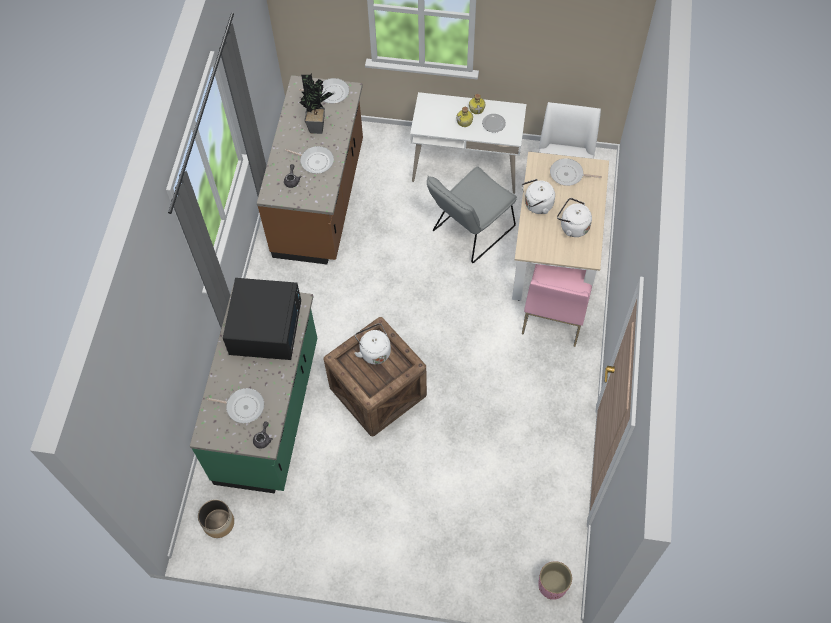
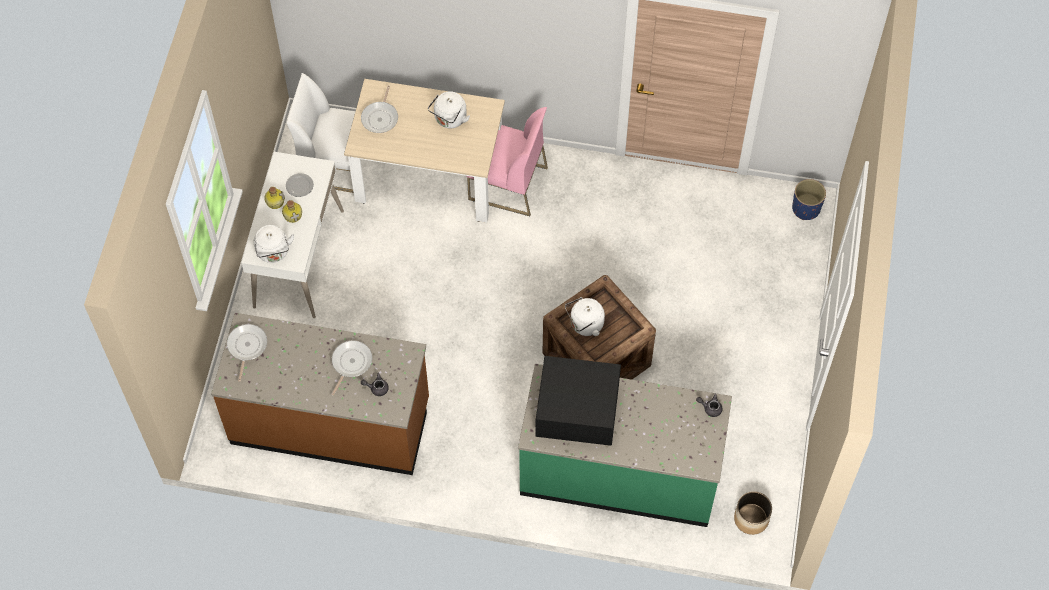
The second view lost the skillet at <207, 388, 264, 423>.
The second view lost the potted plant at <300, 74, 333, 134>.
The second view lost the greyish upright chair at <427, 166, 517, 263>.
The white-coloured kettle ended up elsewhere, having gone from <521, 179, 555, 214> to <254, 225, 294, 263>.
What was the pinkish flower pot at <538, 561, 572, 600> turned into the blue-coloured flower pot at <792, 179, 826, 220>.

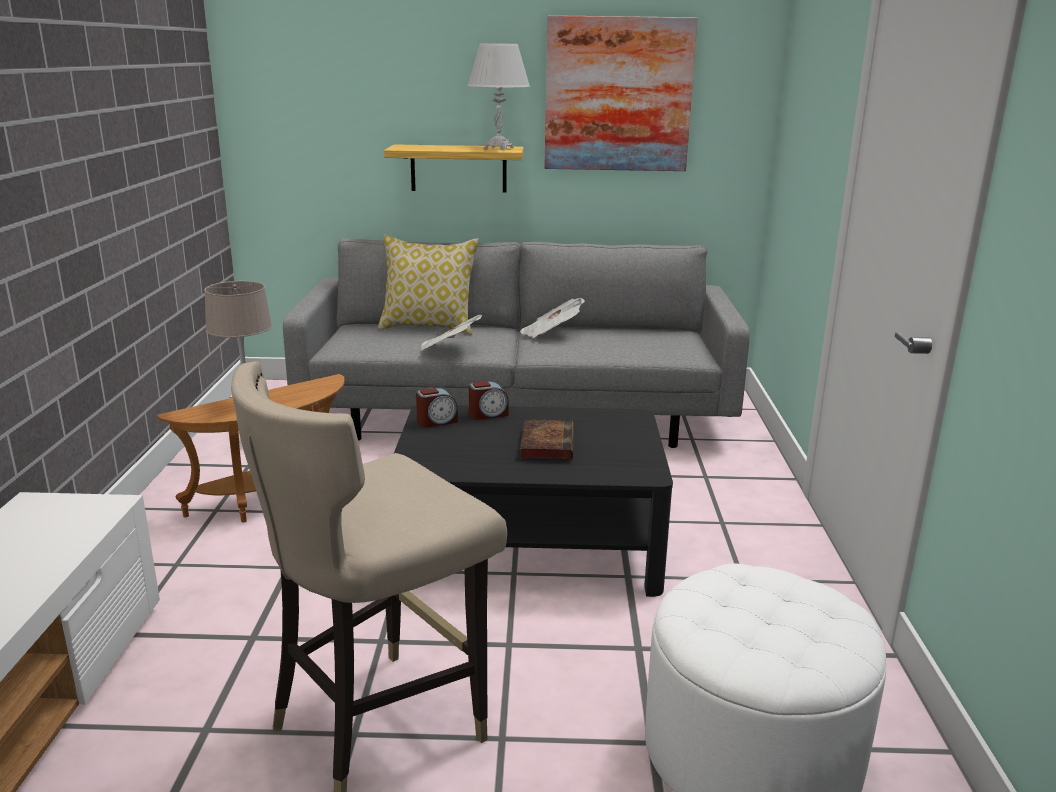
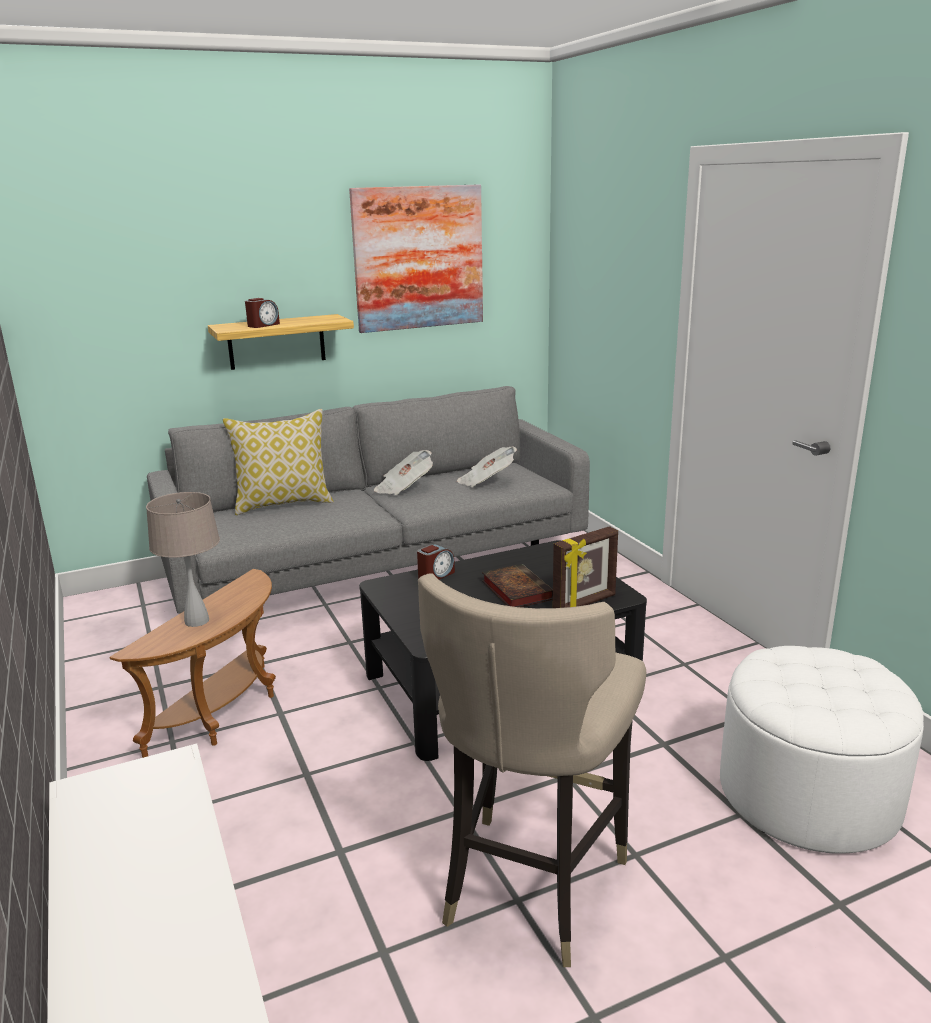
The second view lost the white-coloured lamp for a table at <467, 43, 530, 150>.
The second view gained the photo frame at <553, 526, 618, 608>.
The alarm clock ended up elsewhere, having gone from <416, 388, 458, 428> to <245, 298, 280, 328>.
The daily paper ended up elsewhere, having gone from <421, 315, 482, 350> to <457, 446, 517, 487>.

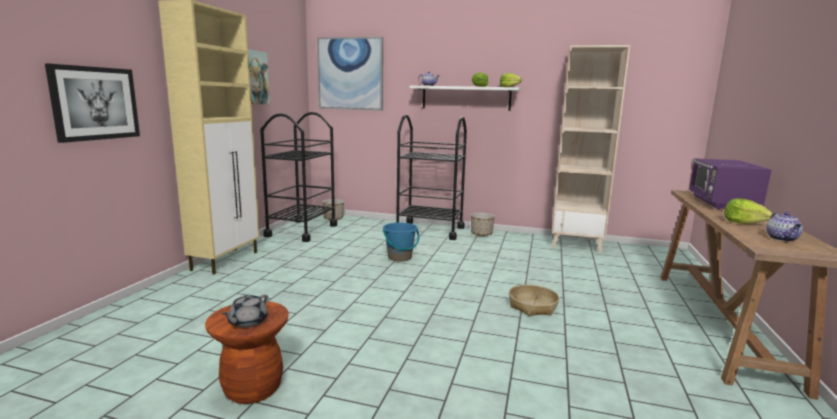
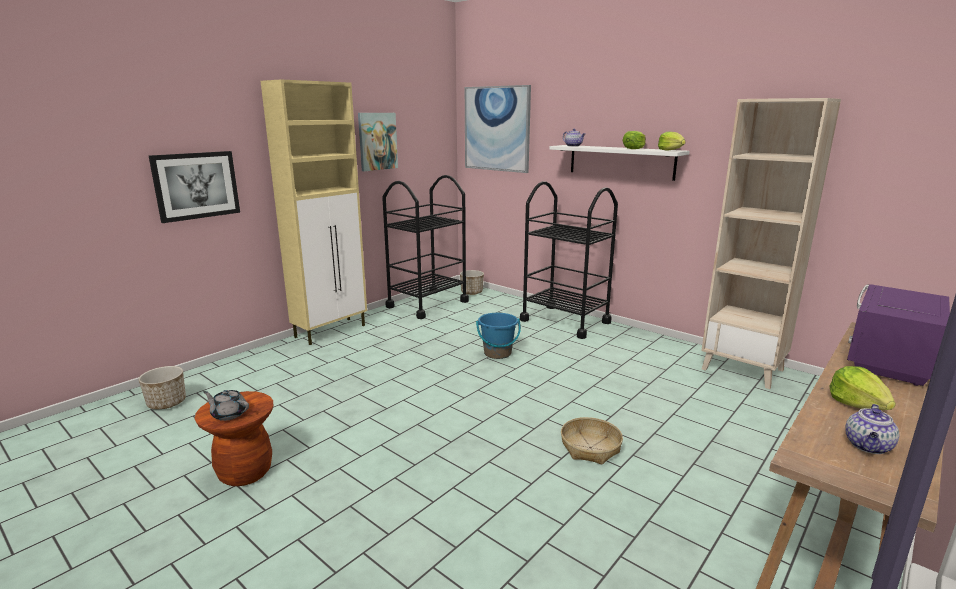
The flower pot ended up elsewhere, having gone from <471, 213, 495, 236> to <139, 366, 186, 409>.
The greyish tea pot at <222, 294, 268, 328> ended up facing another way, 60 degrees clockwise from before.

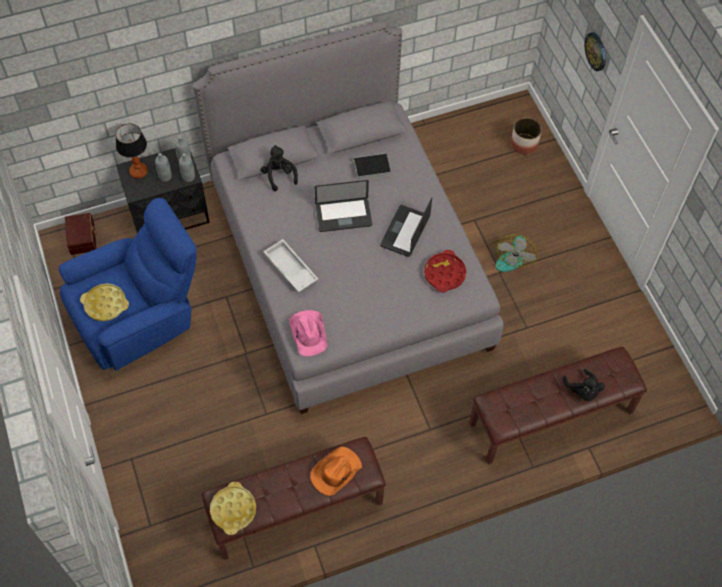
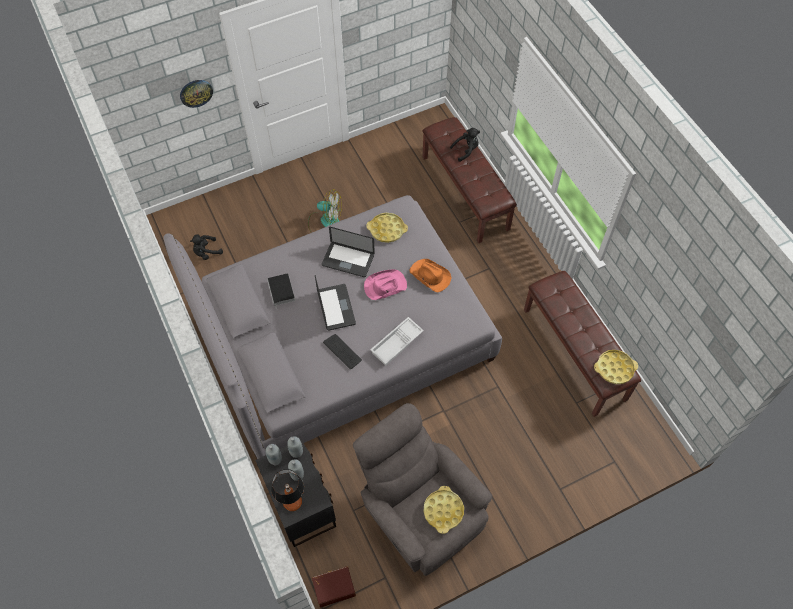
The second view lost the flower pot at <511, 118, 542, 155>.
The second view gained the computer keyboard at <323, 334, 362, 369>.
The blackish cuddly toy ended up elsewhere, having gone from <261, 145, 298, 191> to <190, 234, 223, 260>.
The pinkish hat ended up elsewhere, having gone from <289, 310, 327, 356> to <364, 269, 407, 300>.
The orange hat ended up elsewhere, having gone from <310, 447, 362, 496> to <409, 259, 451, 293>.
What was the blue-coloured armchair at <59, 198, 197, 371> turned into the greyish armchair at <353, 403, 492, 576>.
What was the reddish tray at <424, 250, 466, 292> turned into the yellowish tray at <366, 213, 408, 243>.

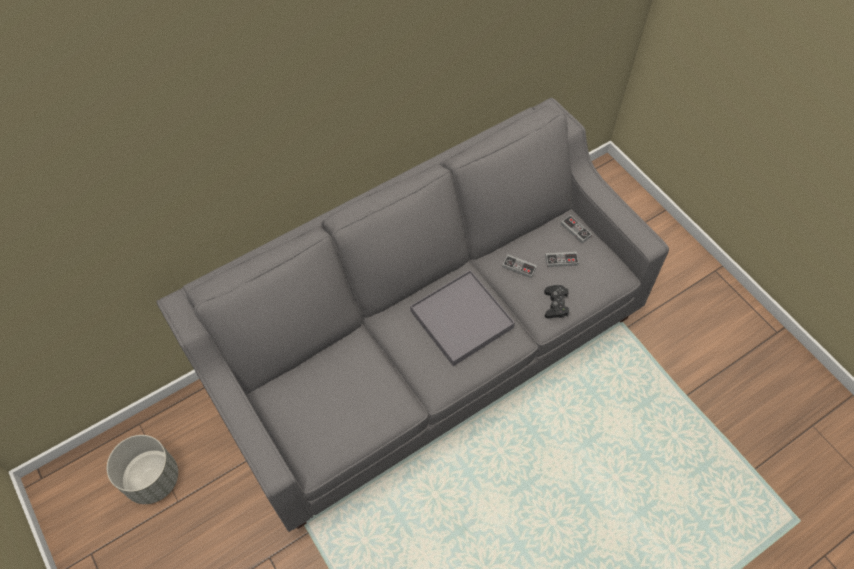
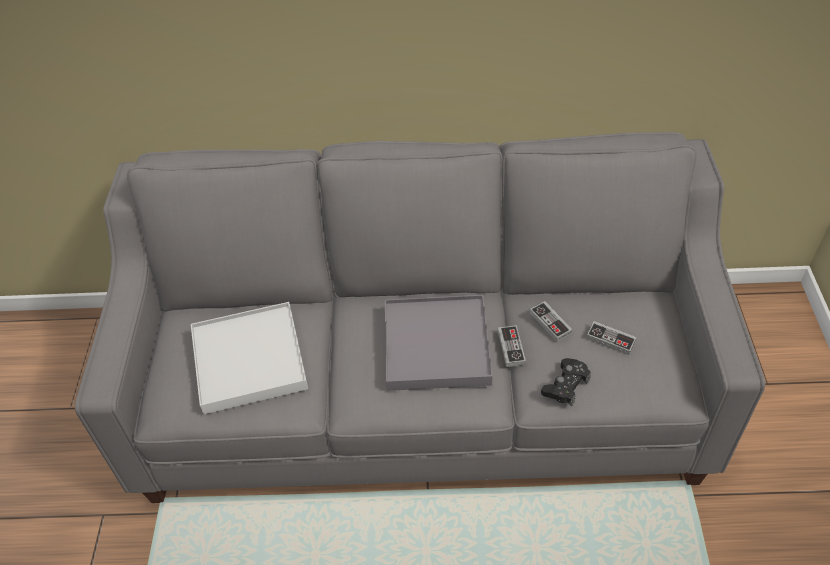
The second view lost the greyish flower pot at <107, 435, 178, 504>.
The second view gained the white-coloured tray at <191, 302, 308, 414>.
The joypad ended up elsewhere, having gone from <561, 215, 592, 243> to <498, 325, 526, 367>.

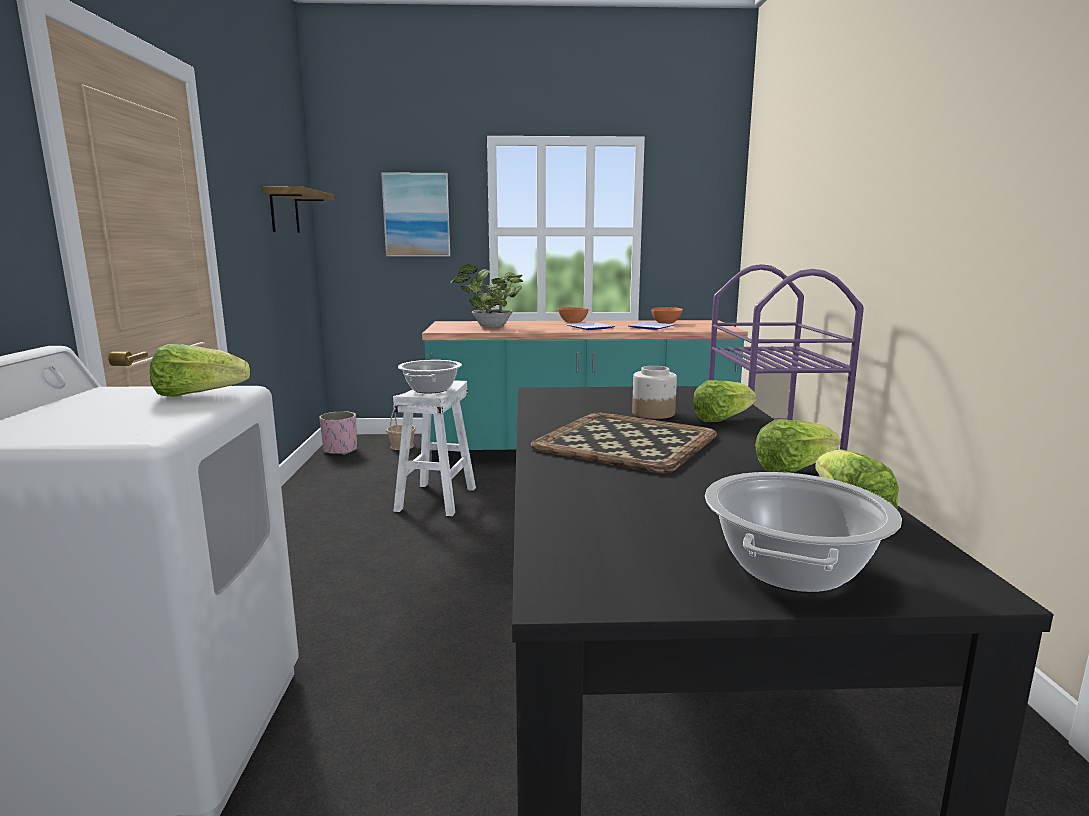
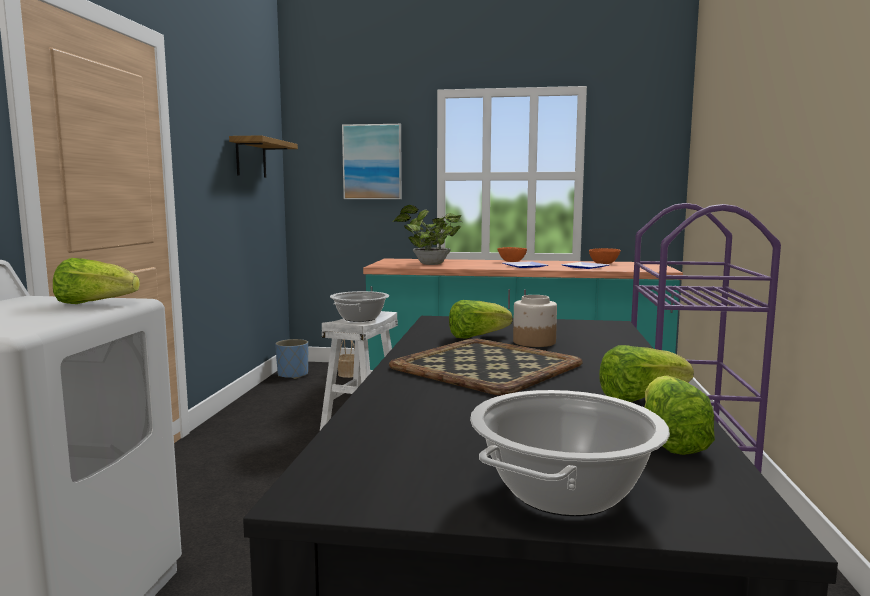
The lettuce head ended up elsewhere, having gone from <693, 380, 756, 422> to <449, 300, 513, 339>.
What was the pinkish flower pot at <319, 411, 357, 455> turned into the blue-coloured flower pot at <275, 339, 308, 379>.

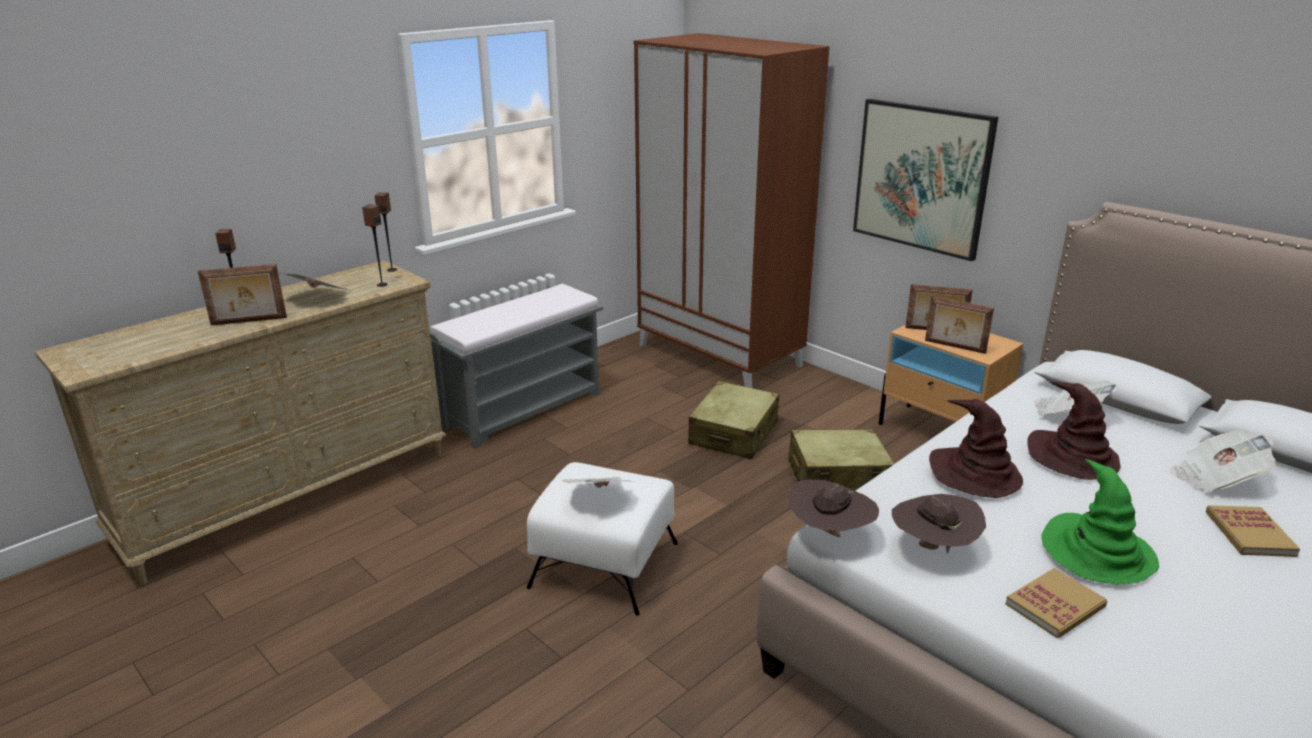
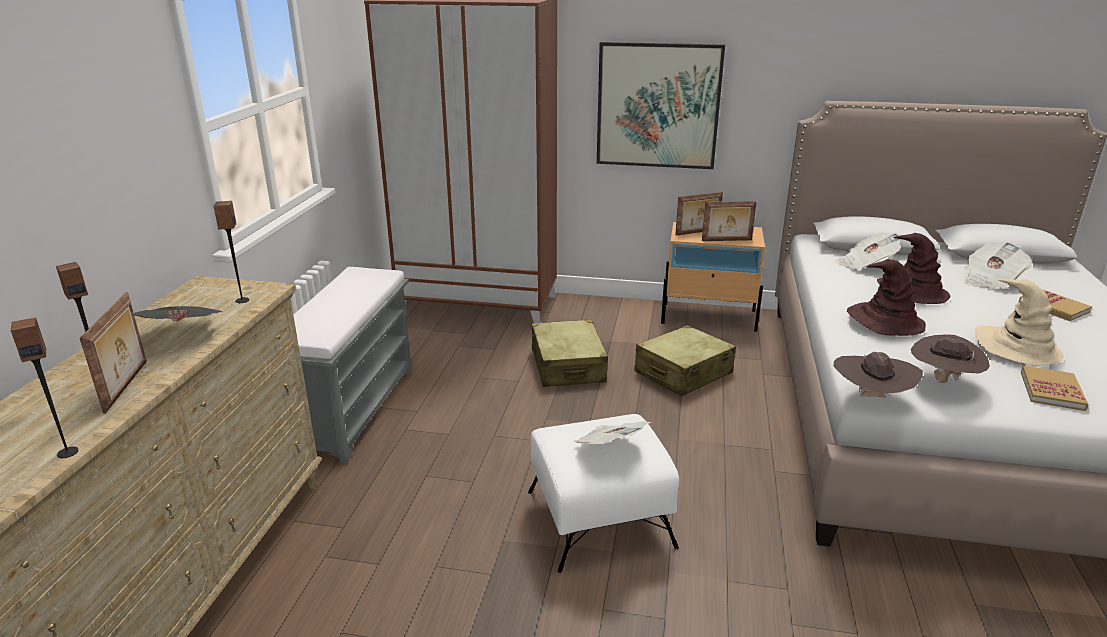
The speaker ended up elsewhere, having gone from <375, 193, 397, 272> to <11, 317, 78, 458>.
What was the green hat at <1041, 459, 1159, 584> turned into the beige-coloured hat at <975, 279, 1064, 366>.
The photo frame at <198, 264, 287, 325> ended up facing another way, 45 degrees counterclockwise from before.

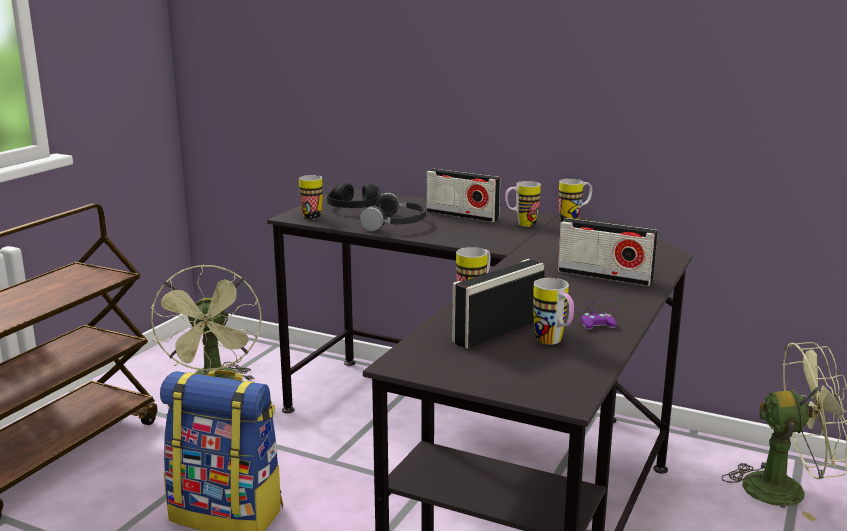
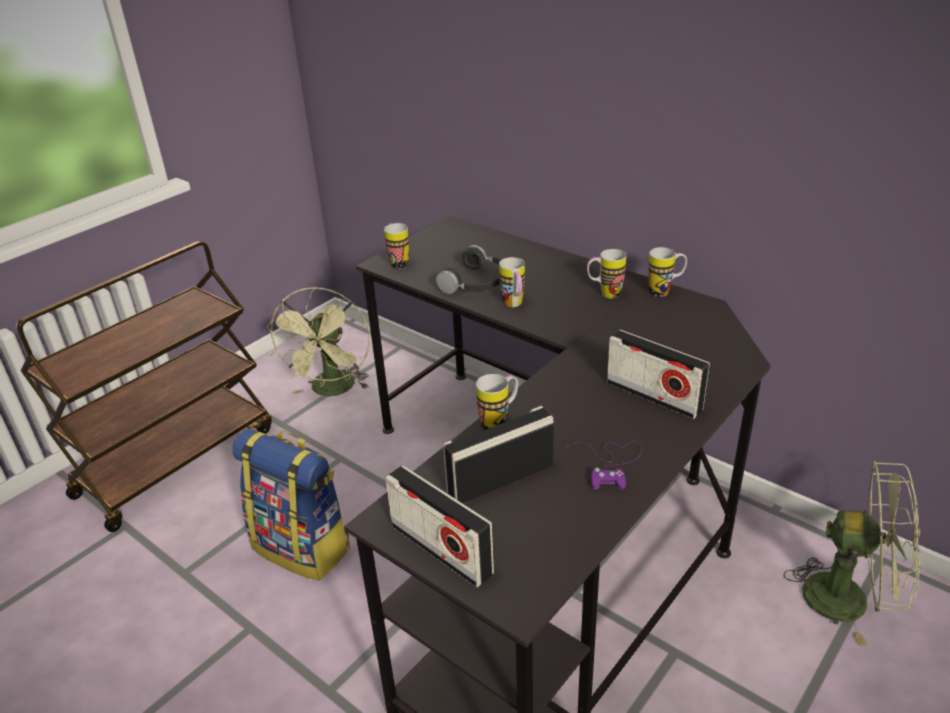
The second view lost the blackish headset at <327, 183, 380, 208>.
The radio ended up elsewhere, having gone from <427, 169, 500, 223> to <385, 465, 494, 587>.
The mug ended up elsewhere, having gone from <533, 278, 574, 345> to <499, 257, 525, 307>.

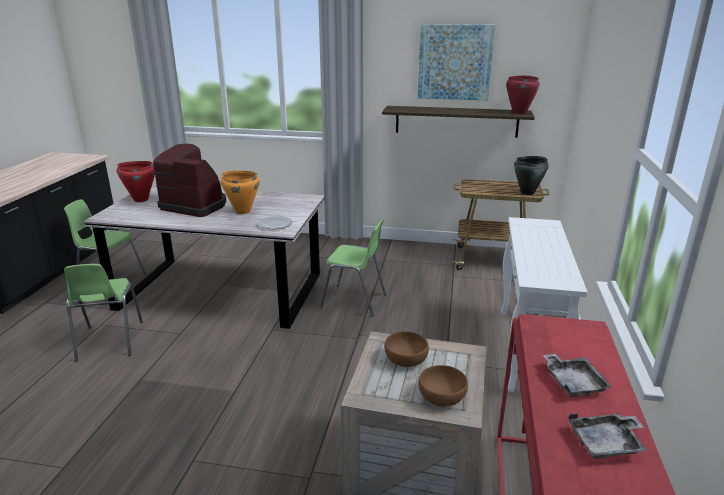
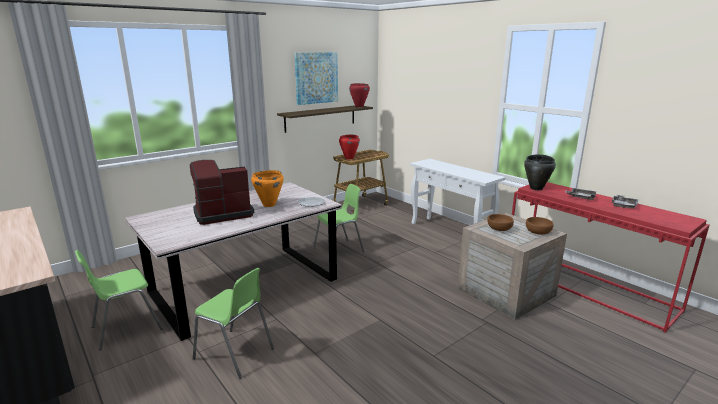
The reddish cooking pot ended up elsewhere, having gone from <117, 161, 155, 202> to <339, 135, 360, 159>.
The blackish cooking pot ended up elsewhere, having gone from <514, 156, 549, 195> to <524, 154, 556, 190>.

